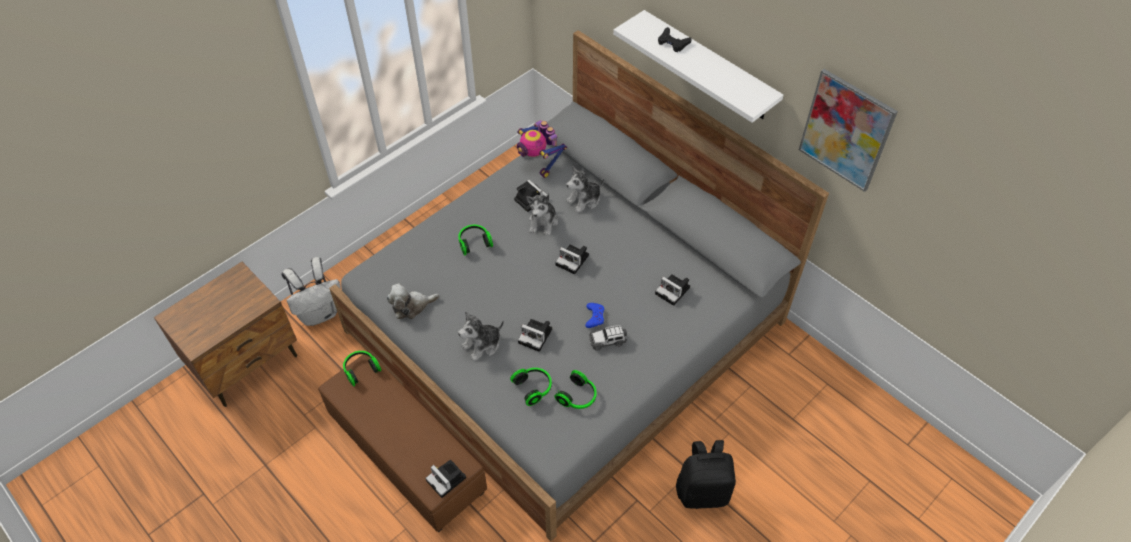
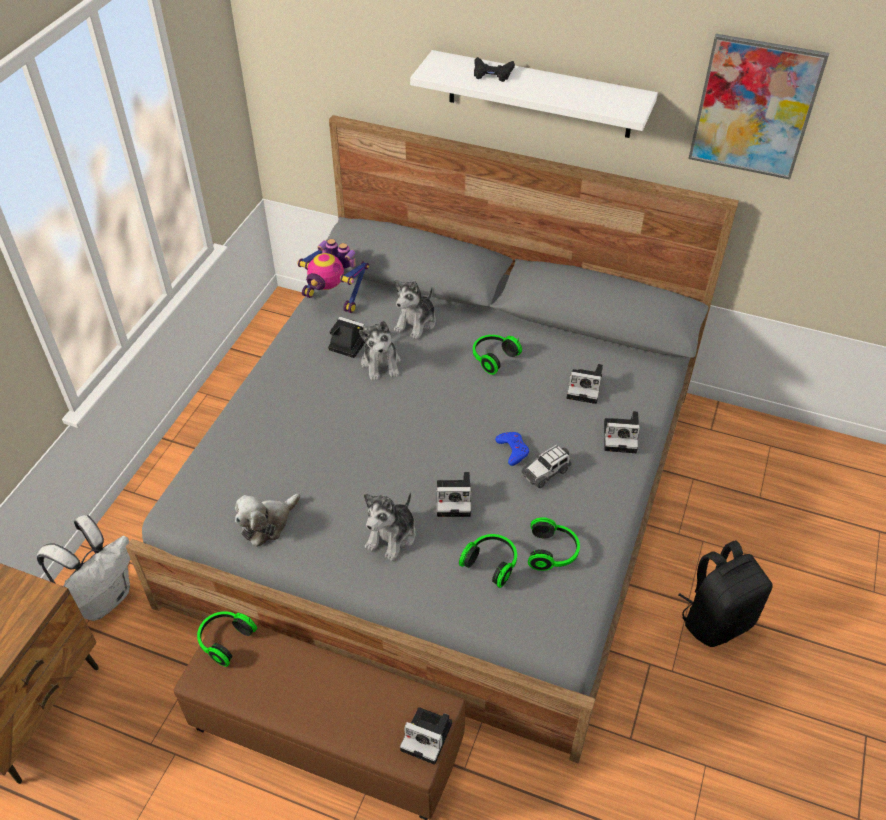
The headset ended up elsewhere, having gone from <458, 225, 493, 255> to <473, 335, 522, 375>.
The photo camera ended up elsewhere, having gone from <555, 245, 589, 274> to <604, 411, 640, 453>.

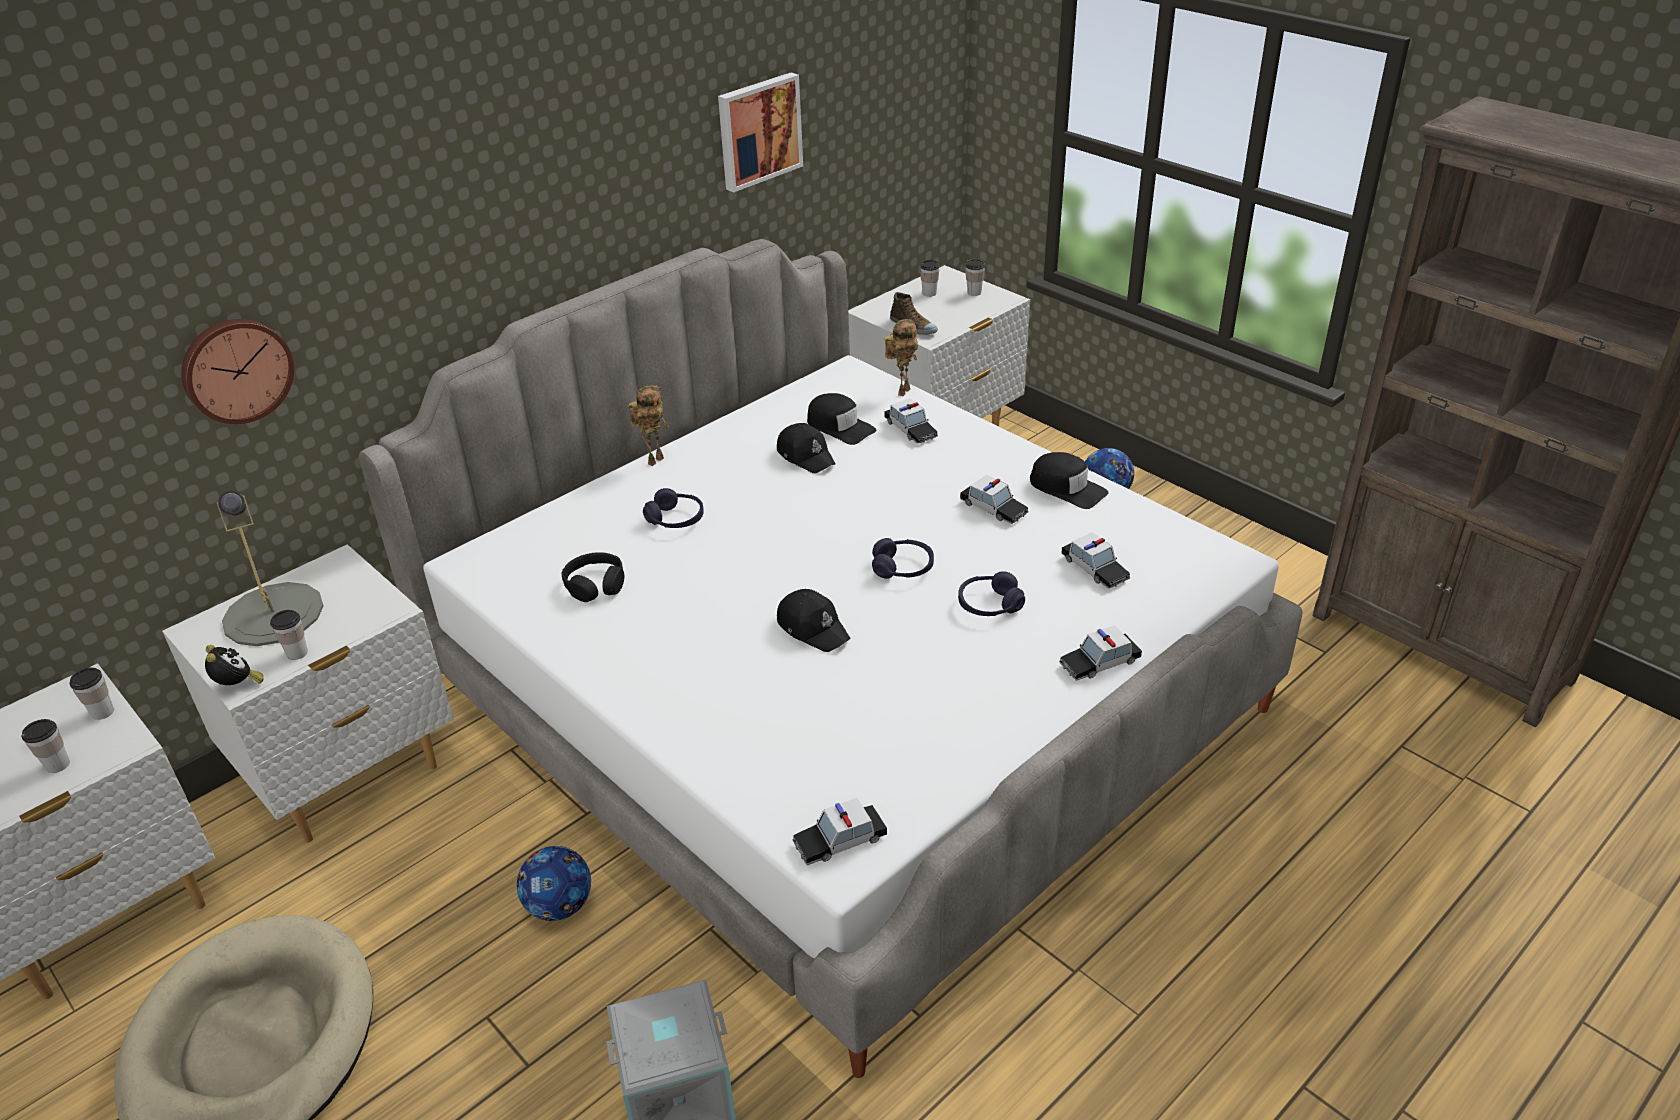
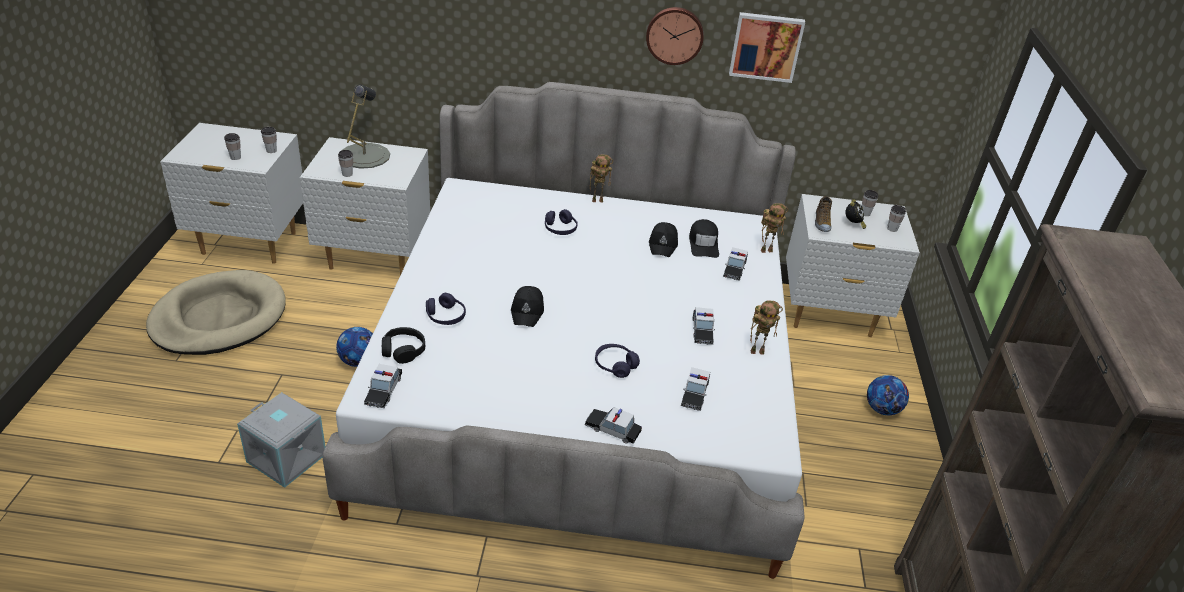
The hanging clock ended up elsewhere, having gone from <181, 319, 294, 424> to <646, 7, 704, 65>.
The alarm clock ended up elsewhere, having gone from <205, 645, 264, 685> to <845, 199, 866, 229>.
The blackish headset ended up elsewhere, having gone from <562, 552, 624, 602> to <382, 327, 425, 364>.
The purple headset ended up elsewhere, having gone from <872, 538, 934, 579> to <426, 293, 466, 325>.
Where the blackish cap stood at <1030, 452, 1108, 509>, the toy robot came to stand at <750, 300, 783, 355>.
The toy car at <793, 798, 887, 865> ended up facing another way, 105 degrees counterclockwise from before.

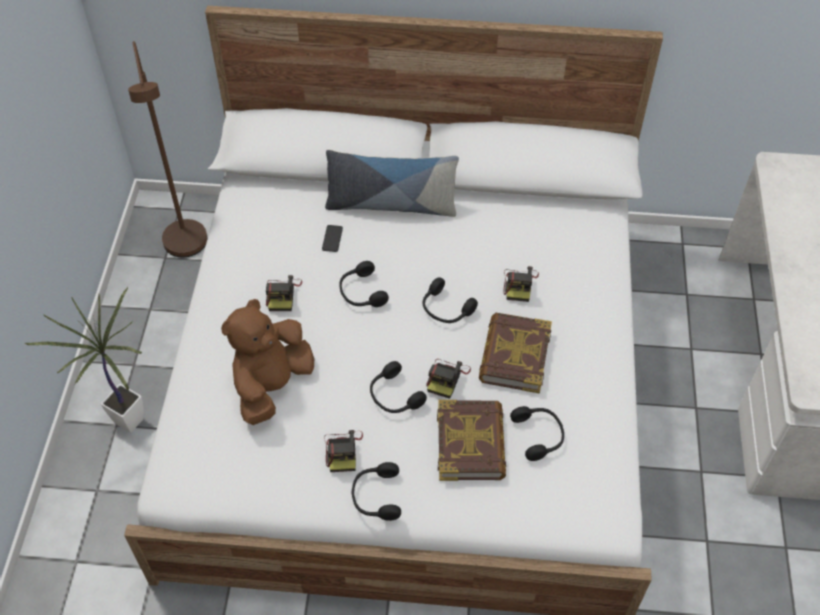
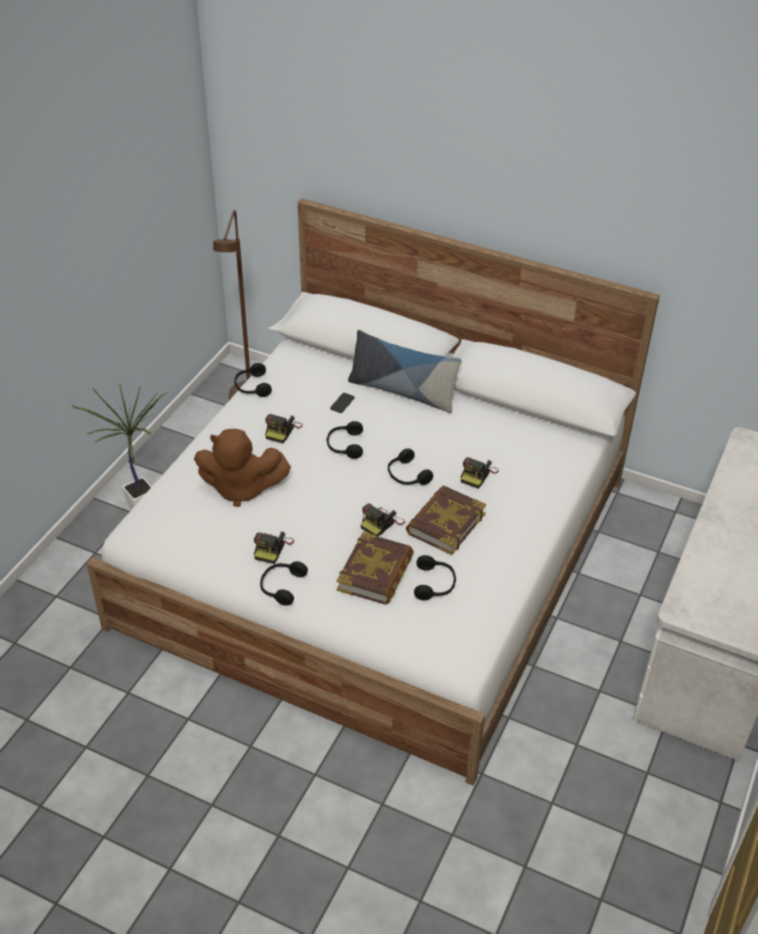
The blackish headset ended up elsewhere, having gone from <370, 361, 427, 413> to <234, 363, 272, 397>.
The brownish cuddly toy at <221, 299, 314, 425> ended up facing another way, 135 degrees counterclockwise from before.

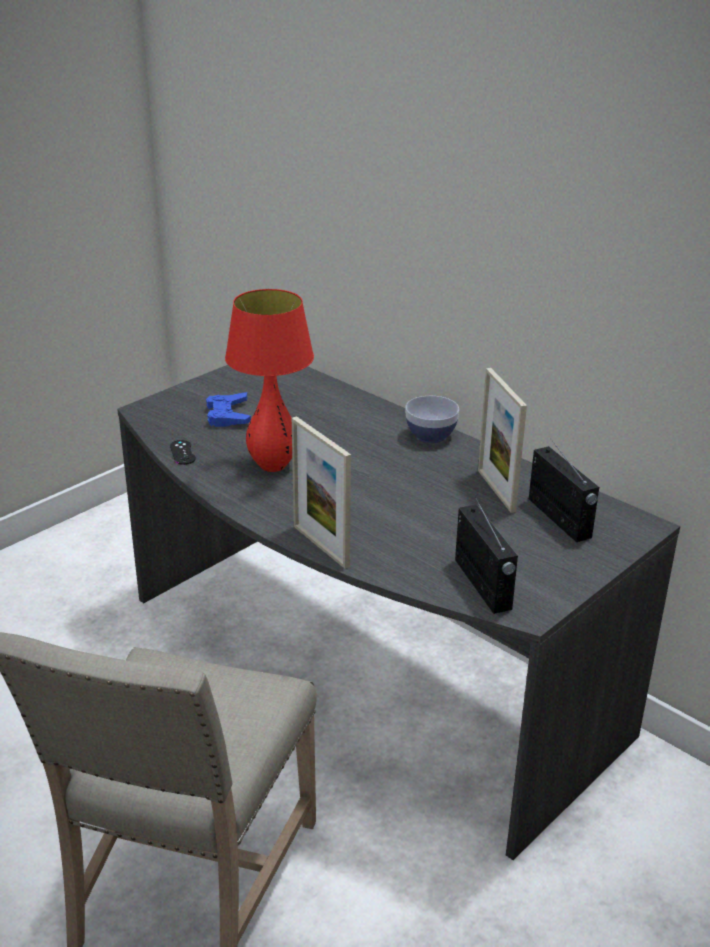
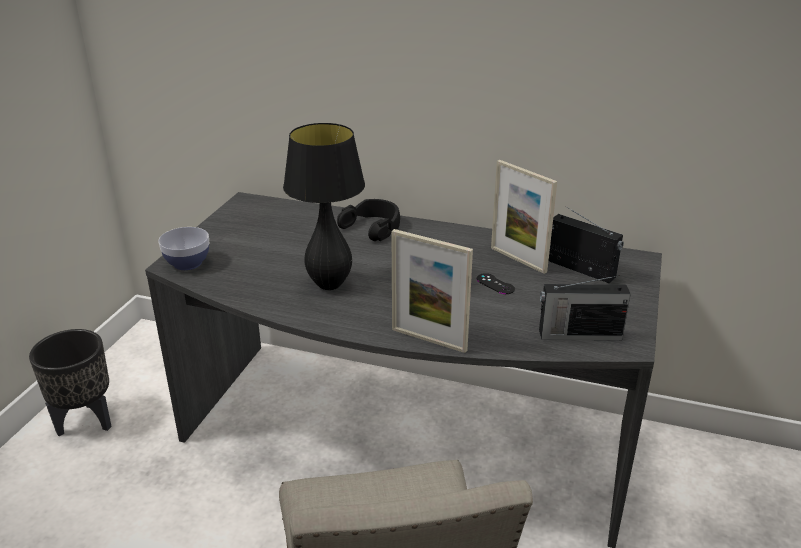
The second view lost the blue-coloured joypad at <206, 392, 251, 427>.
The second view gained the blackish flower pot at <29, 329, 112, 436>.
The second view gained the blackish headset at <337, 199, 400, 241>.
The blackish joypad ended up elsewhere, having gone from <170, 440, 196, 465> to <477, 273, 515, 294>.
The serving bowl ended up elsewhere, having gone from <405, 396, 459, 443> to <158, 227, 209, 270>.
What was the reddish lamp for a table at <225, 289, 314, 472> turned into the blackish lamp for a table at <283, 123, 365, 290>.
The radio at <455, 497, 518, 614> ended up facing another way, 135 degrees clockwise from before.

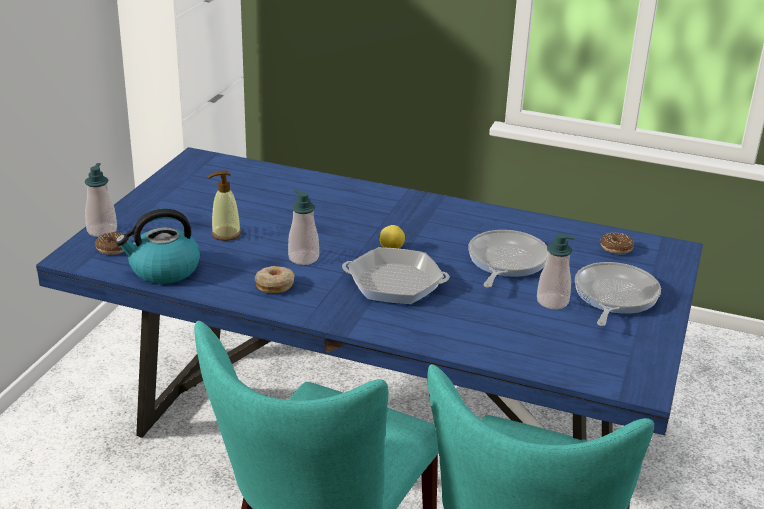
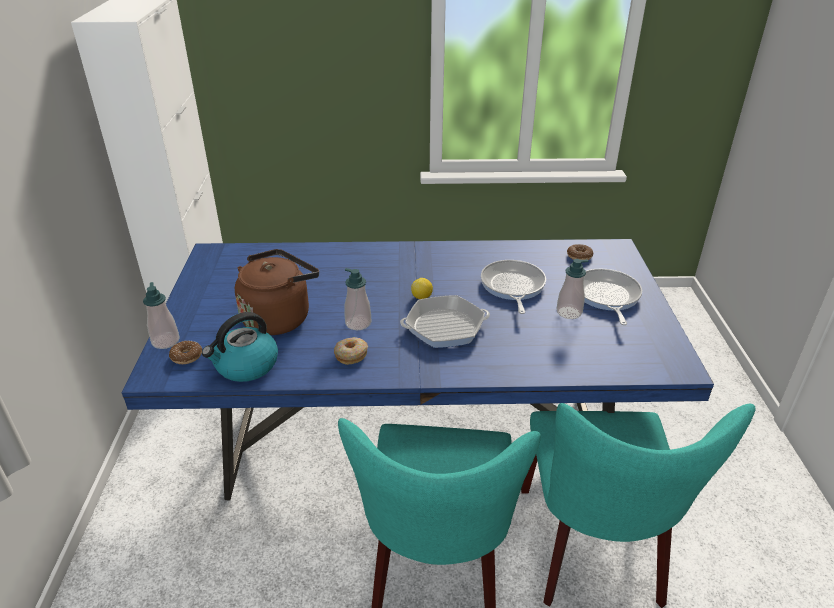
Where the soap dispenser stood at <208, 170, 241, 241>, the brownish kettle came to stand at <235, 249, 319, 335>.

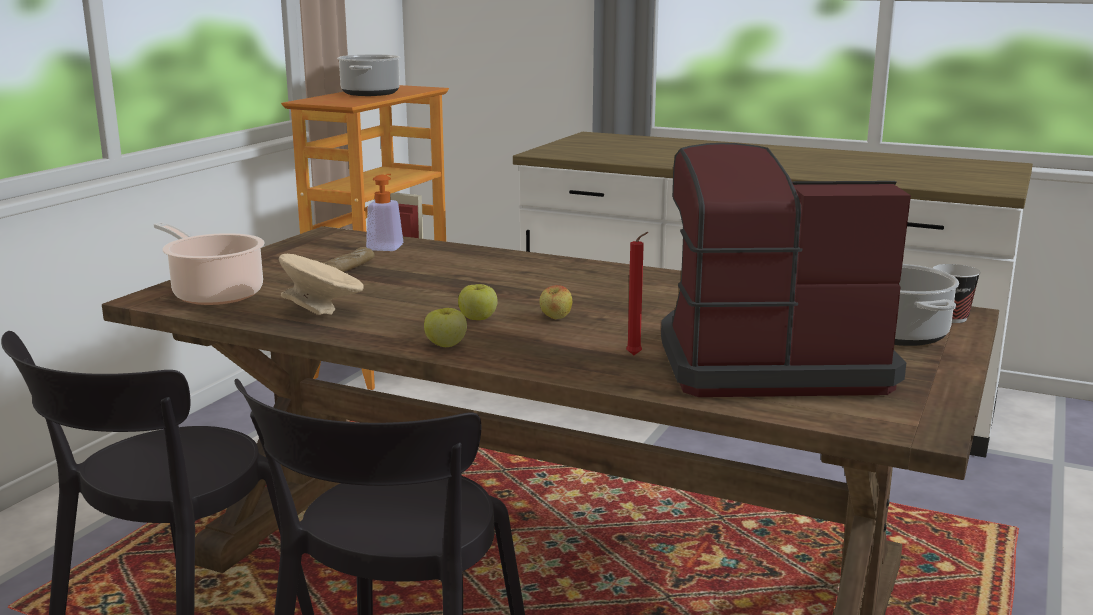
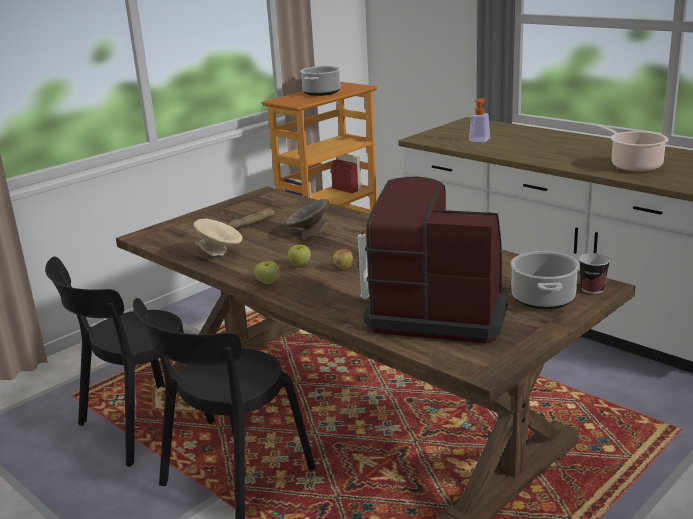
The second view gained the greyish serving bowl at <285, 199, 330, 240>.
The cooking pot ended up elsewhere, having gone from <154, 222, 265, 305> to <592, 124, 669, 172>.
The soap dispenser ended up elsewhere, having gone from <366, 174, 403, 251> to <469, 98, 490, 142>.
What was the reddish wax light at <626, 232, 648, 355> turned into the white-coloured wax light at <358, 230, 369, 300>.

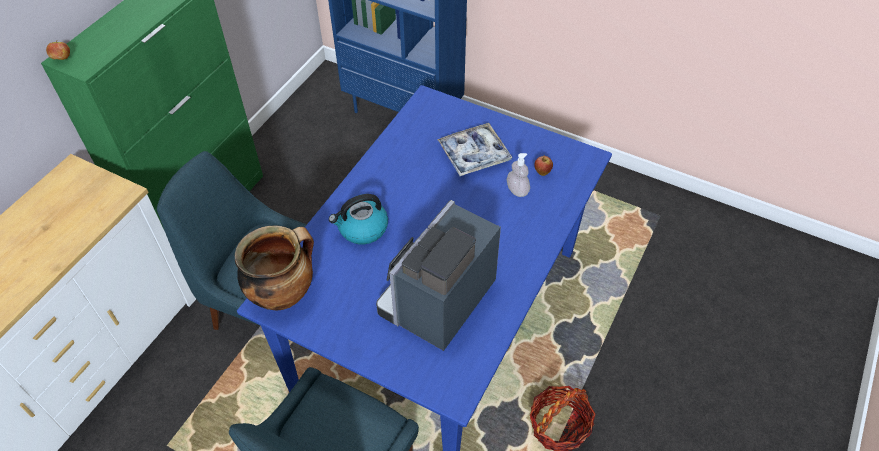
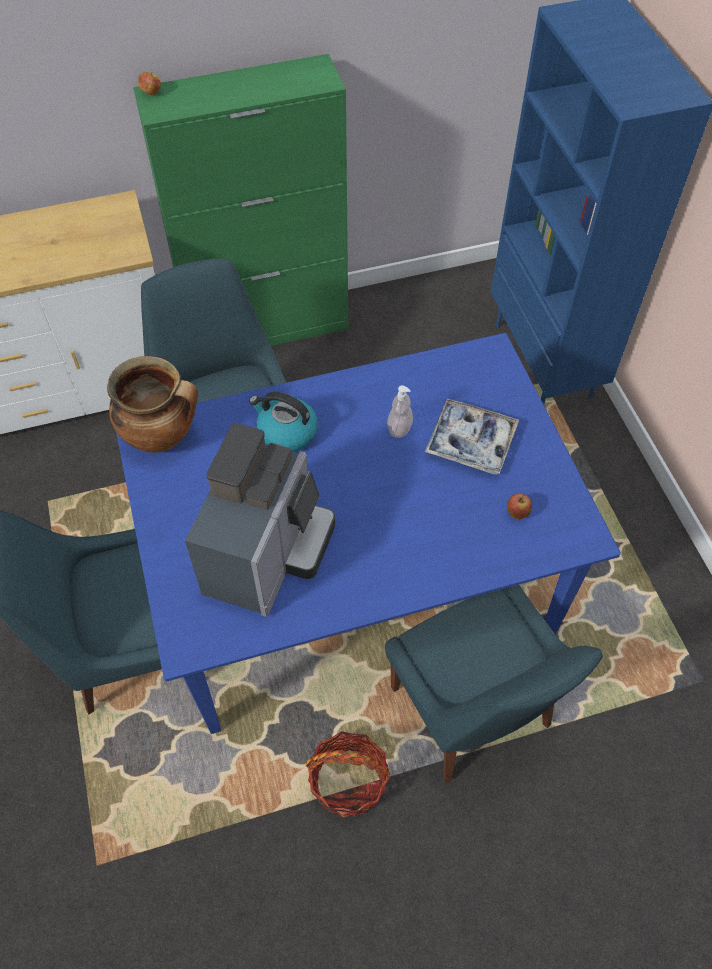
The second view gained the blue-coloured upright chair at <385, 585, 603, 782>.
The soap dispenser ended up elsewhere, having gone from <507, 153, 530, 197> to <387, 385, 413, 438>.
The coffee machine at <376, 200, 501, 351> ended up facing another way, 120 degrees clockwise from before.

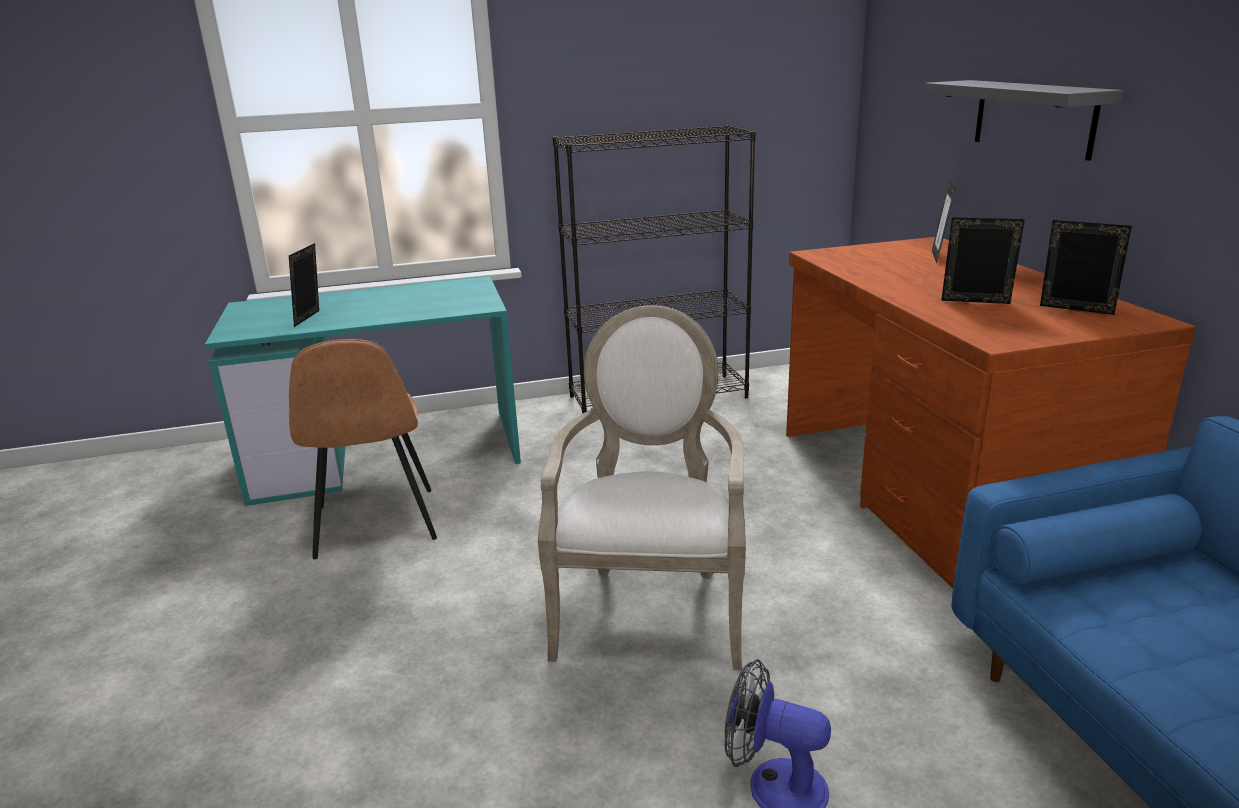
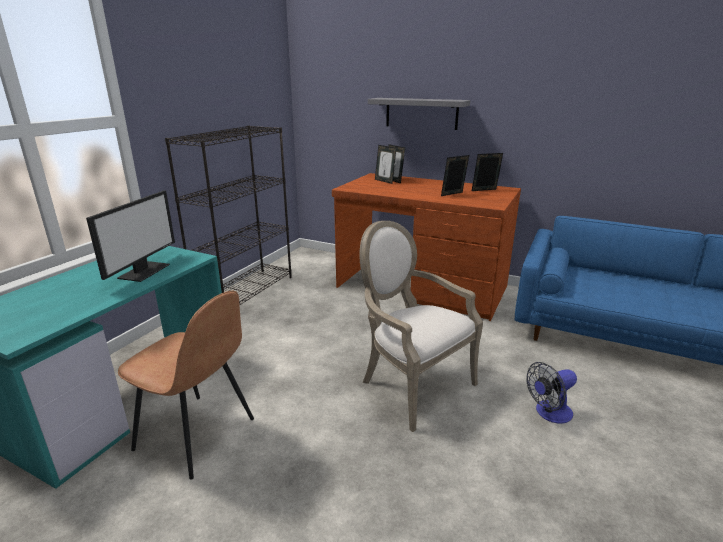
The second view gained the computer screen at <86, 190, 175, 282>.
The photo frame ended up elsewhere, having gone from <289, 243, 319, 327> to <375, 145, 396, 184>.

